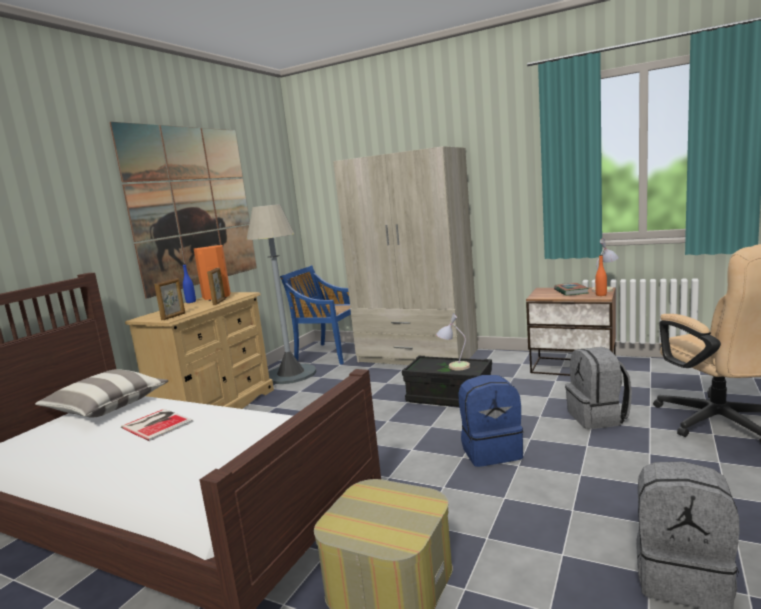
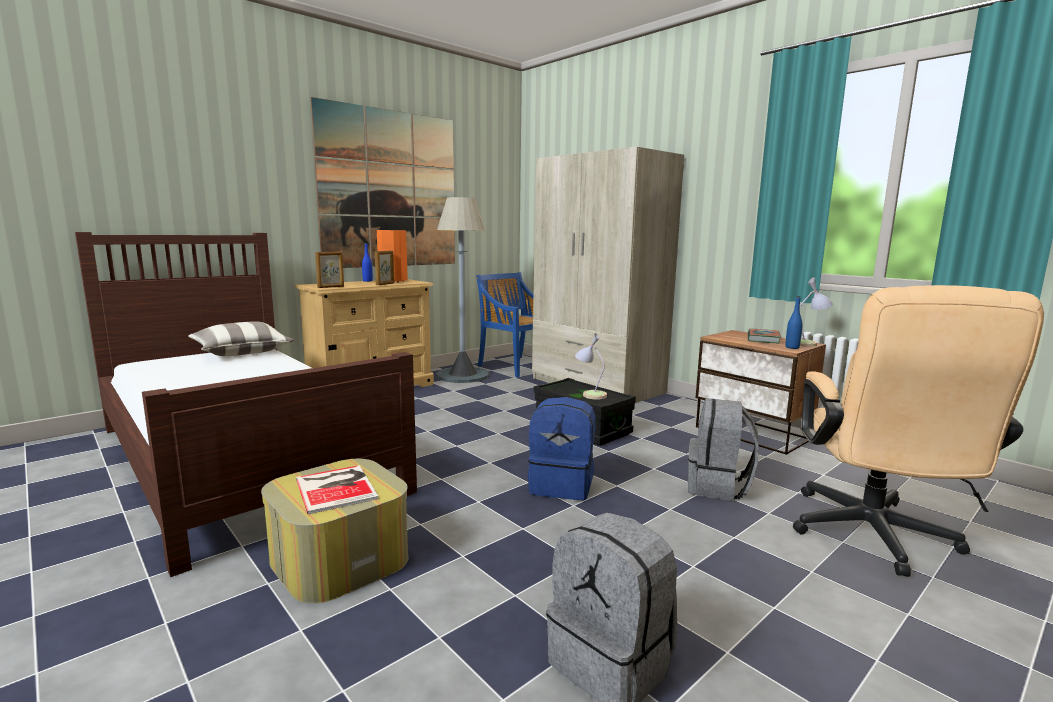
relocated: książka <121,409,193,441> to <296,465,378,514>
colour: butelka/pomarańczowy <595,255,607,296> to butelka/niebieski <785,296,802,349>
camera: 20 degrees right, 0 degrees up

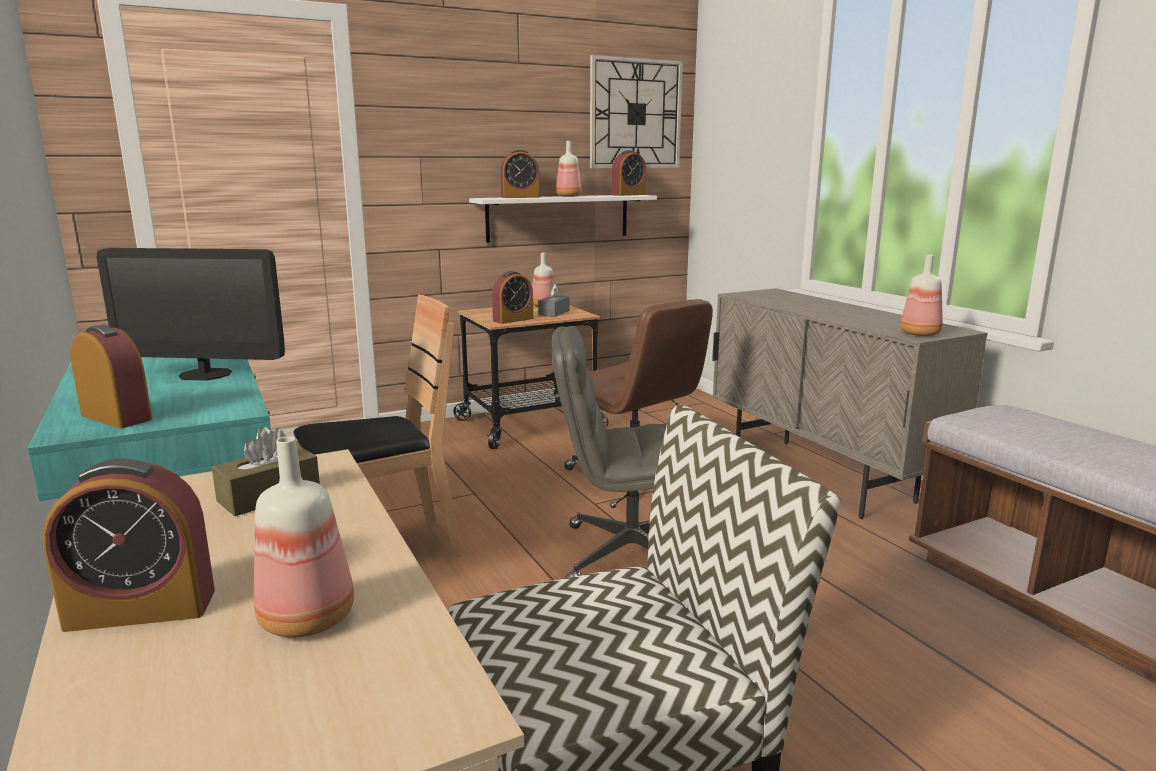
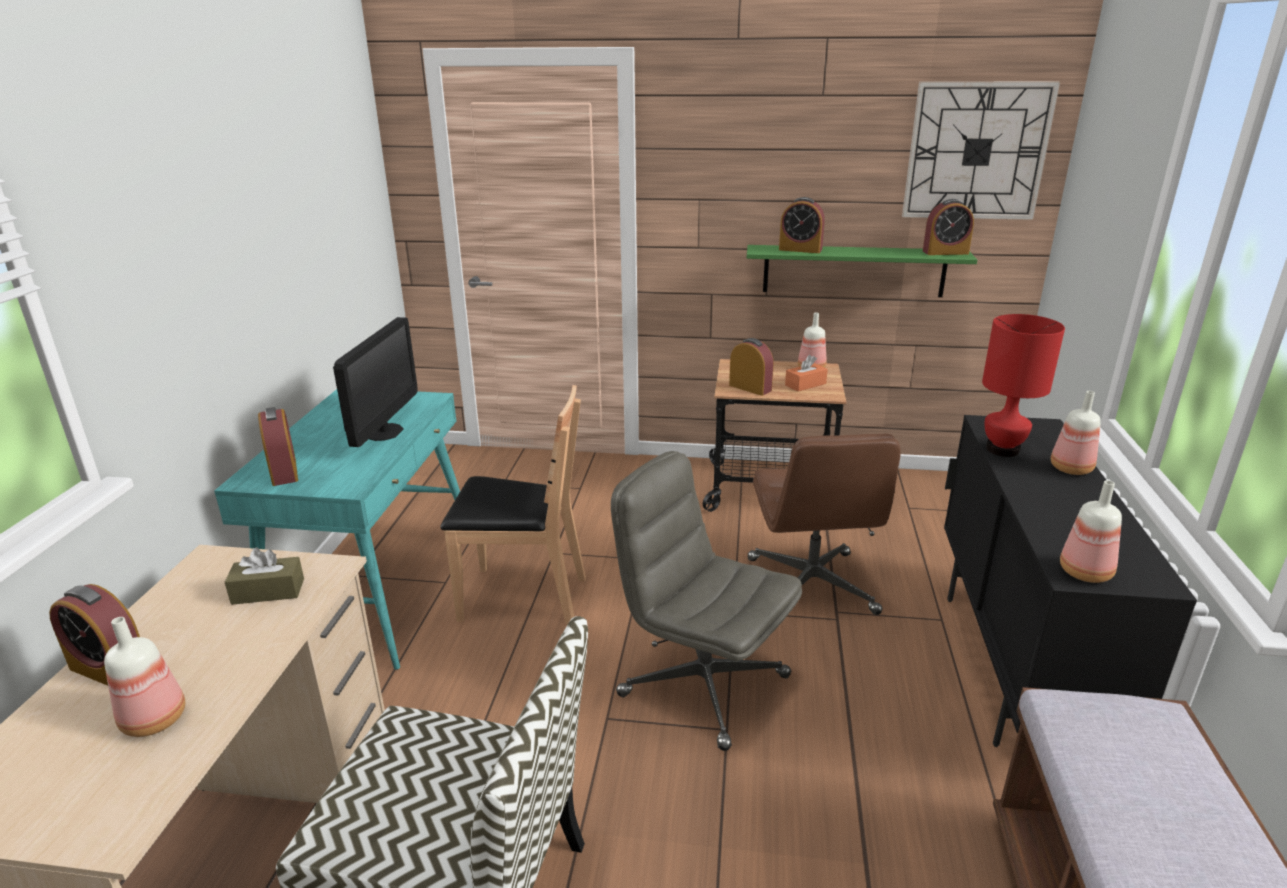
appeared: lampa stołowa/czerwony <982,314,1065,457>
relocated: butelka <556,141,582,197> to <1051,391,1101,475>
colour: półka/biały <469,195,657,243> to półka/zielony <747,245,977,297>; pudełko chusteczek/szary <538,284,569,317> to pudełko chusteczek/pomarańczowy <785,355,828,391>; szafka/beżowy <712,288,988,519> to szafka/czarny <944,415,1197,747>
spun: monitor <97,248,285,380> = <333,317,418,447> 120 degrees counterclockwise; budzik <492,271,533,324> = <729,338,774,396> 135 degrees counterclockwise
camera: 35 degrees right, 10 degrees up

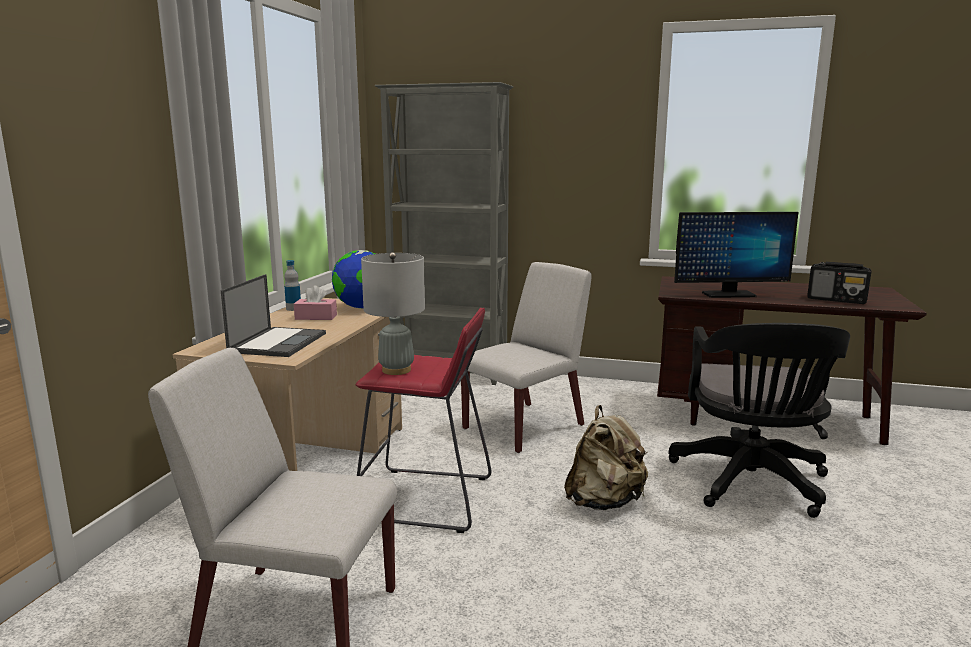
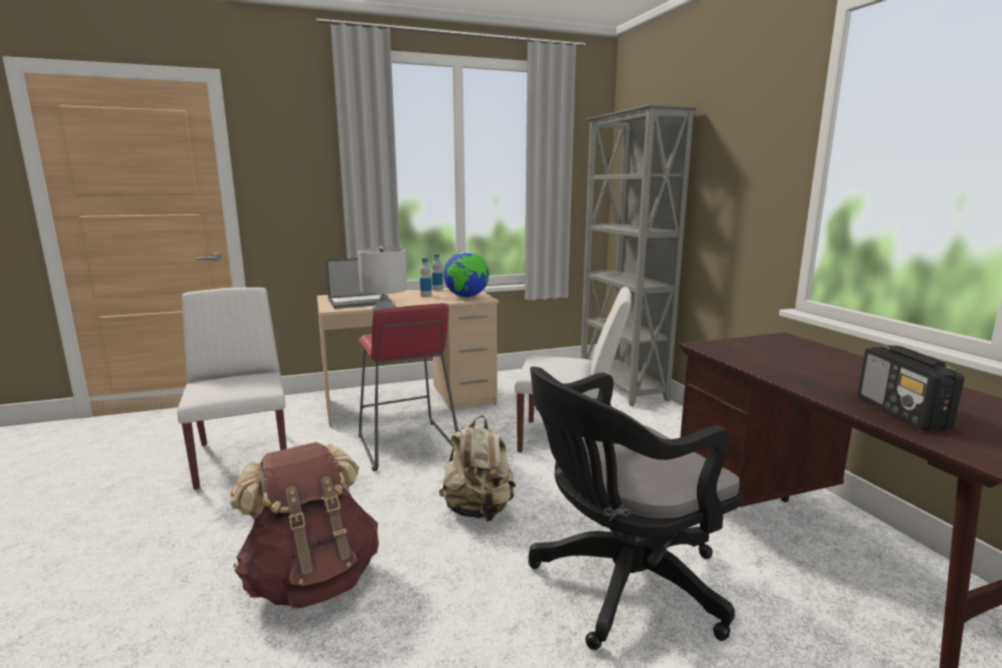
missing: monitor <674,212,798,298>
appeared: plecak/brązowy <230,442,379,609>
exchanged: pudełko chusteczek/różowy <294,285,337,320> to butelka <420,258,432,297>
camera: 55 degrees right, 0 degrees up

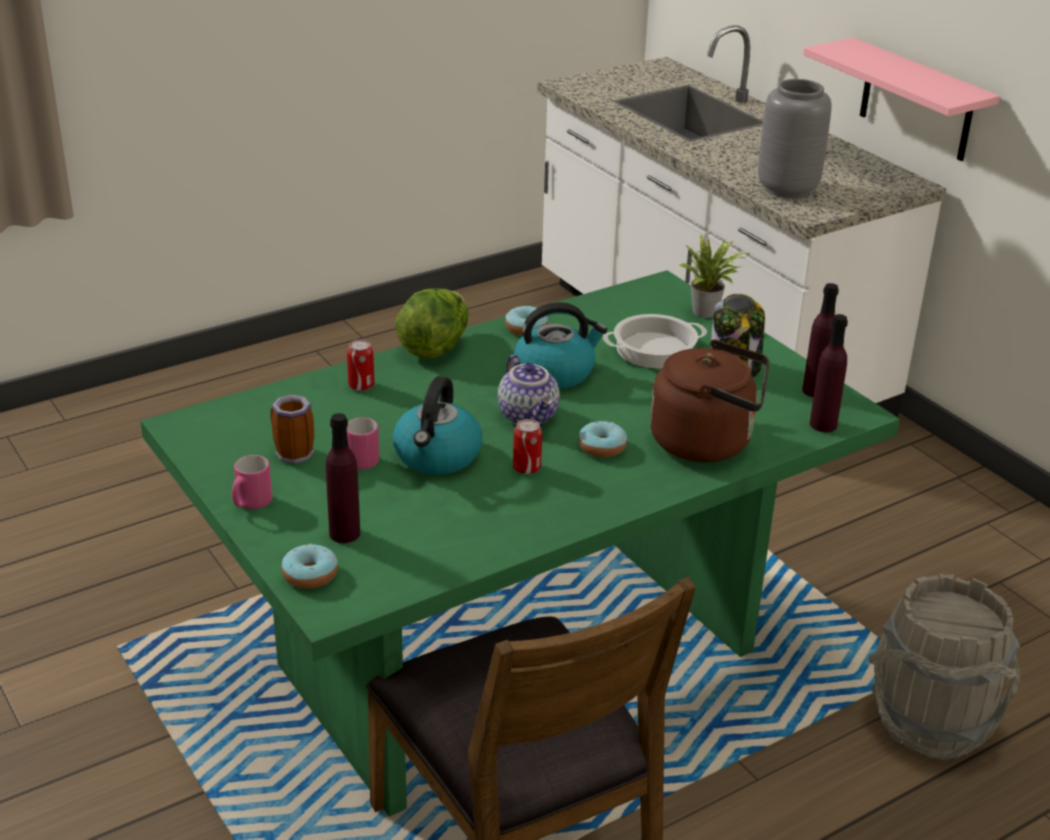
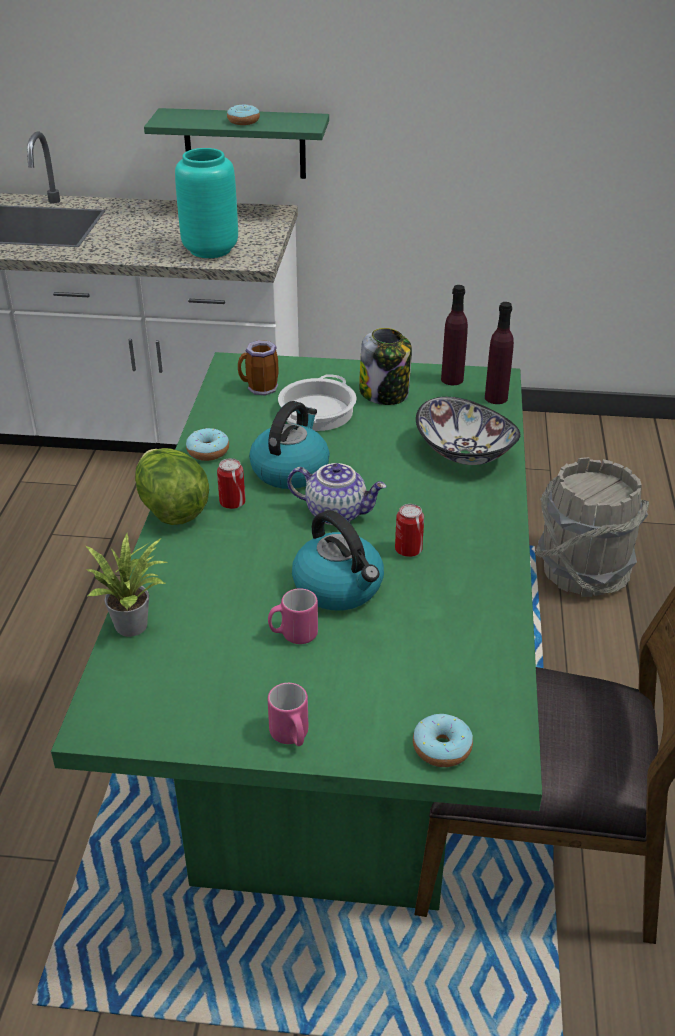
missing: butelka/fioletowy <326,413,360,543>
relocated: kubek <270,394,315,464> to <238,340,279,396>; puszka <347,339,375,391> to <217,458,245,509>; donut <578,421,627,458> to <227,105,260,125>; roślina doniczkowa <678,235,747,318> to <86,534,169,637>
exchanged: czajnik/brązowy <650,339,769,463> to miska <416,397,520,465>
colour: wazon/szary <758,79,832,198> to wazon/turkusowy <175,148,238,258>; półka/różowy <803,37,1000,161> to półka/zielony <144,108,329,179>
camera: 50 degrees left, 5 degrees up

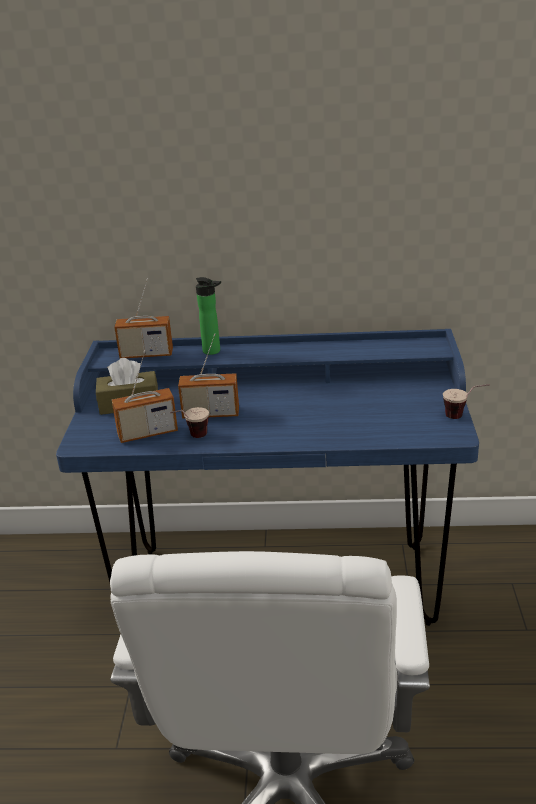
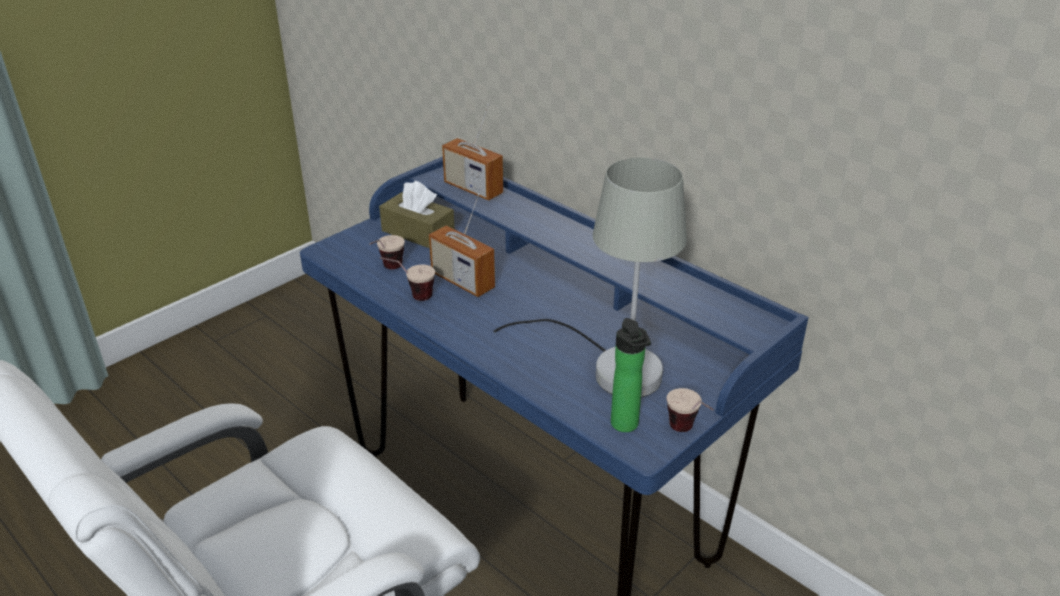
appeared: lampa stołowa/szary <493,157,687,397>
relocated: butelka <196,277,221,355> to <611,318,651,432>
exchanged: radio <112,350,178,443> to filiżanka <369,235,405,269>
camera: 40 degrees right, 5 degrees up

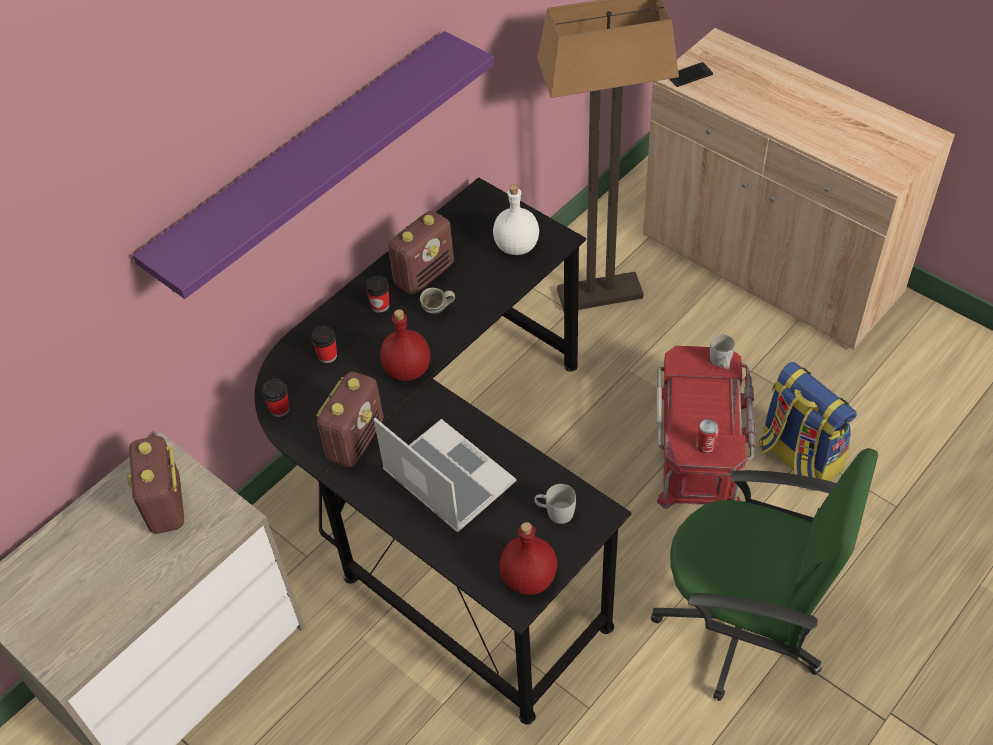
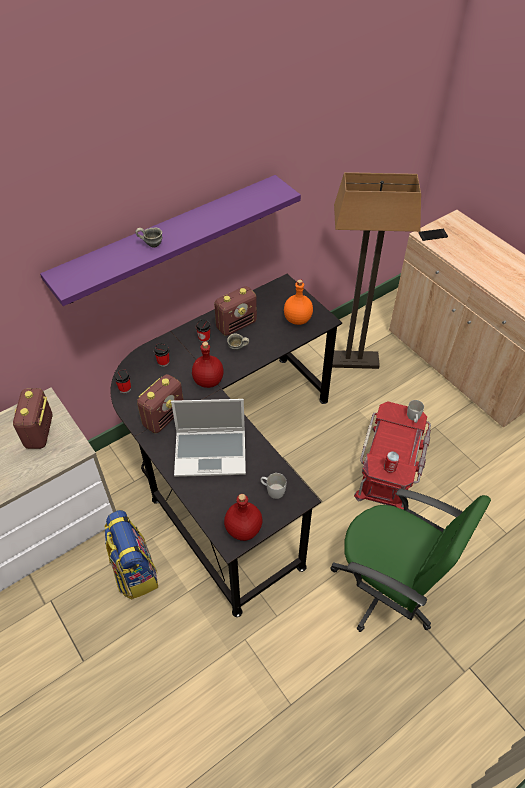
appeared: kubek/szary <135,228,162,247>
relocated: plecak <759,362,857,491> to <104,510,158,600>
colour: butelka/biały <493,185,539,255> to butelka/pomarańczowy <284,279,313,325>
spun: laptop <374,418,516,533> = <171,399,246,477> 120 degrees clockwise
camera: 10 degrees right, 0 degrees up

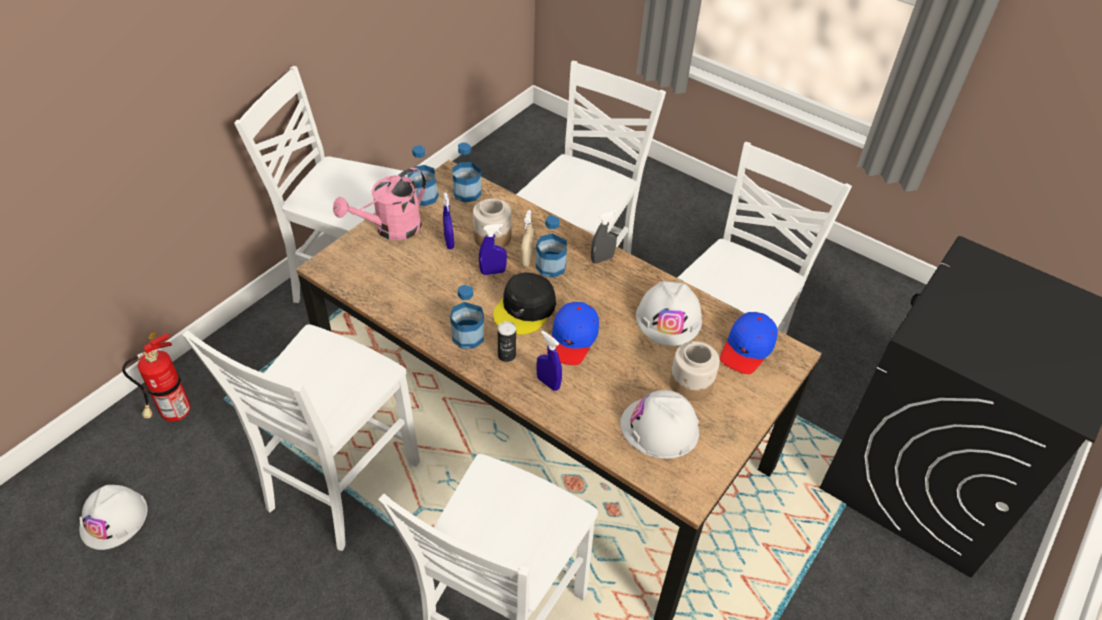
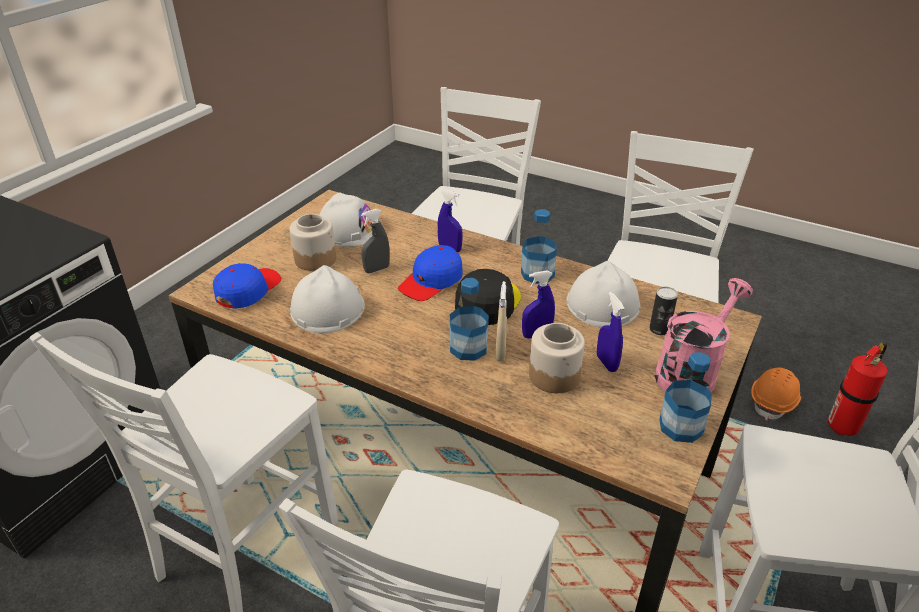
missing: butelka <453,142,481,202>
appeared: kask/pomarańczowy <751,367,801,420>
relocated: kask/biały <79,485,148,550> to <566,261,640,327>; puszka <498,321,516,362> to <650,287,678,335>; spryskiwacz/szary <591,210,617,264> to <361,209,390,273>
spun: czapka z daszkiem/niebieski <547,302,599,365> = <398,245,463,301> 150 degrees counterclockwise
camera: 175 degrees right, 10 degrees down

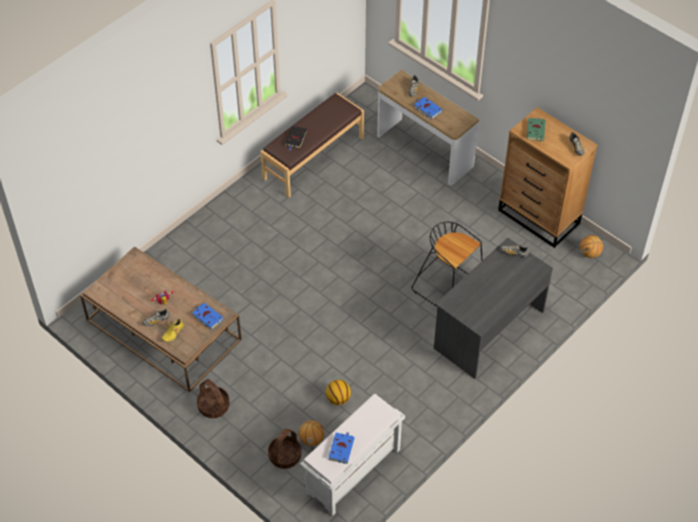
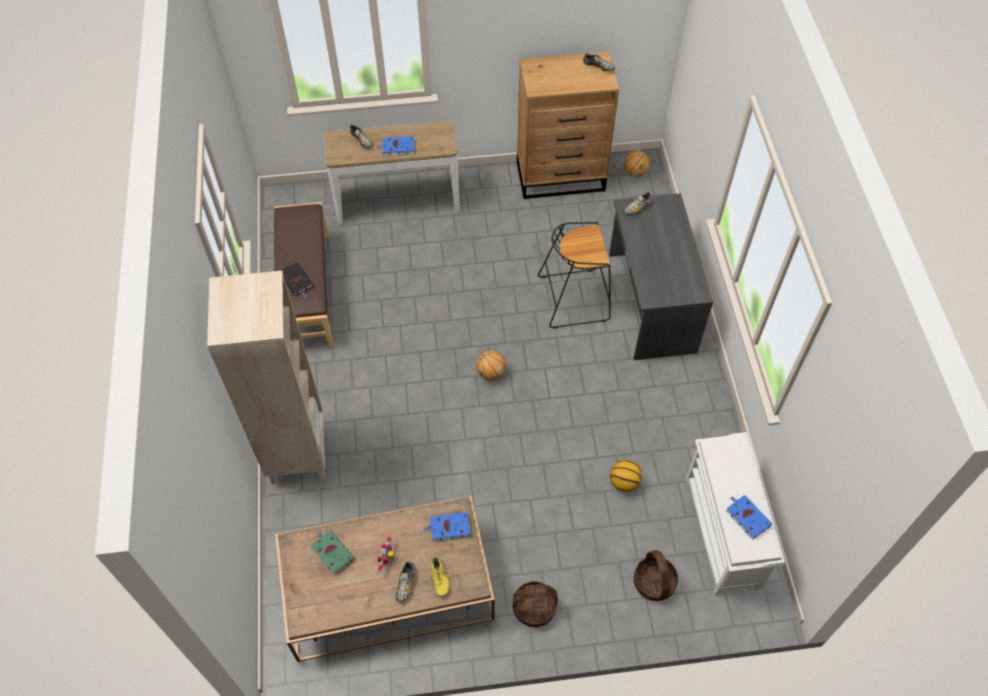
appeared: regał/beżowy <207,271,325,484>
relocated: piłka do koszykówki <299,420,324,446> to <476,350,506,380>; książka/zielony <527,118,545,141> to <311,530,355,575>
camera: 50 degrees left, 5 degrees up

